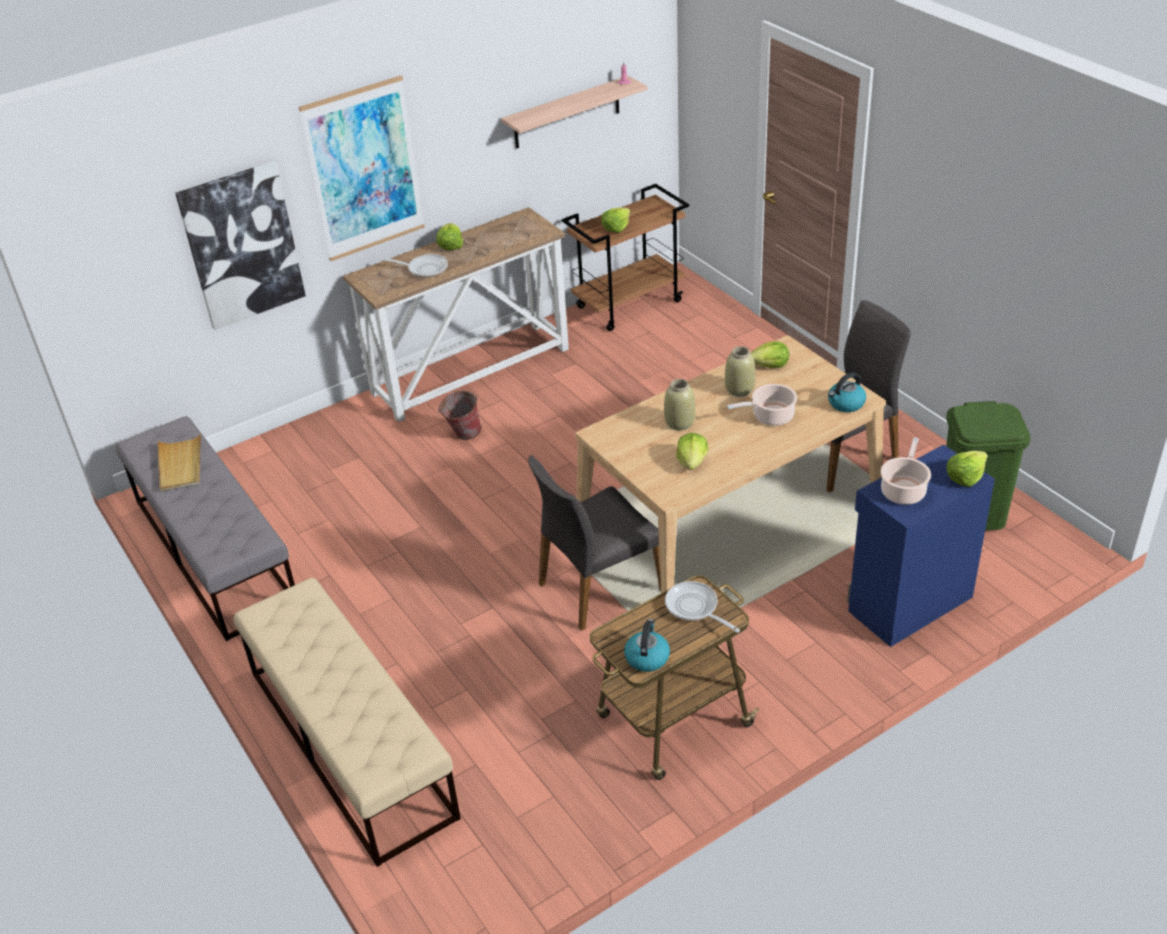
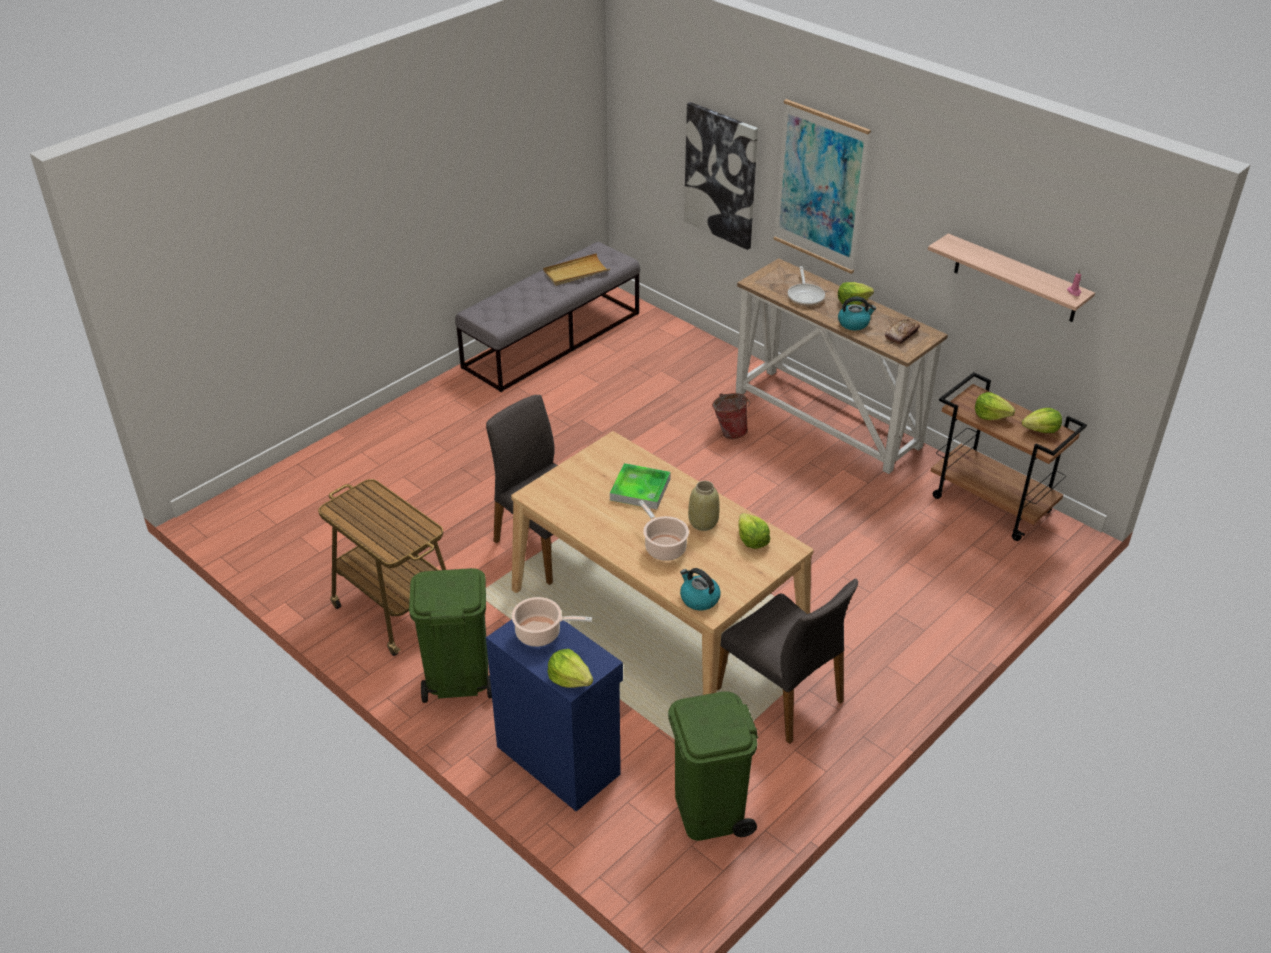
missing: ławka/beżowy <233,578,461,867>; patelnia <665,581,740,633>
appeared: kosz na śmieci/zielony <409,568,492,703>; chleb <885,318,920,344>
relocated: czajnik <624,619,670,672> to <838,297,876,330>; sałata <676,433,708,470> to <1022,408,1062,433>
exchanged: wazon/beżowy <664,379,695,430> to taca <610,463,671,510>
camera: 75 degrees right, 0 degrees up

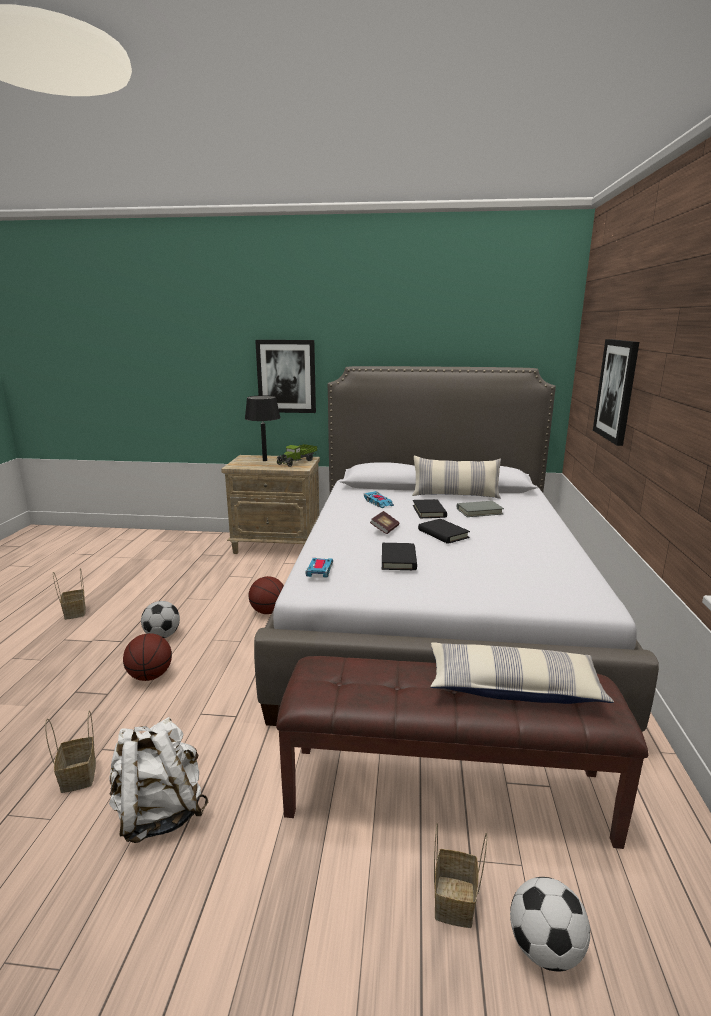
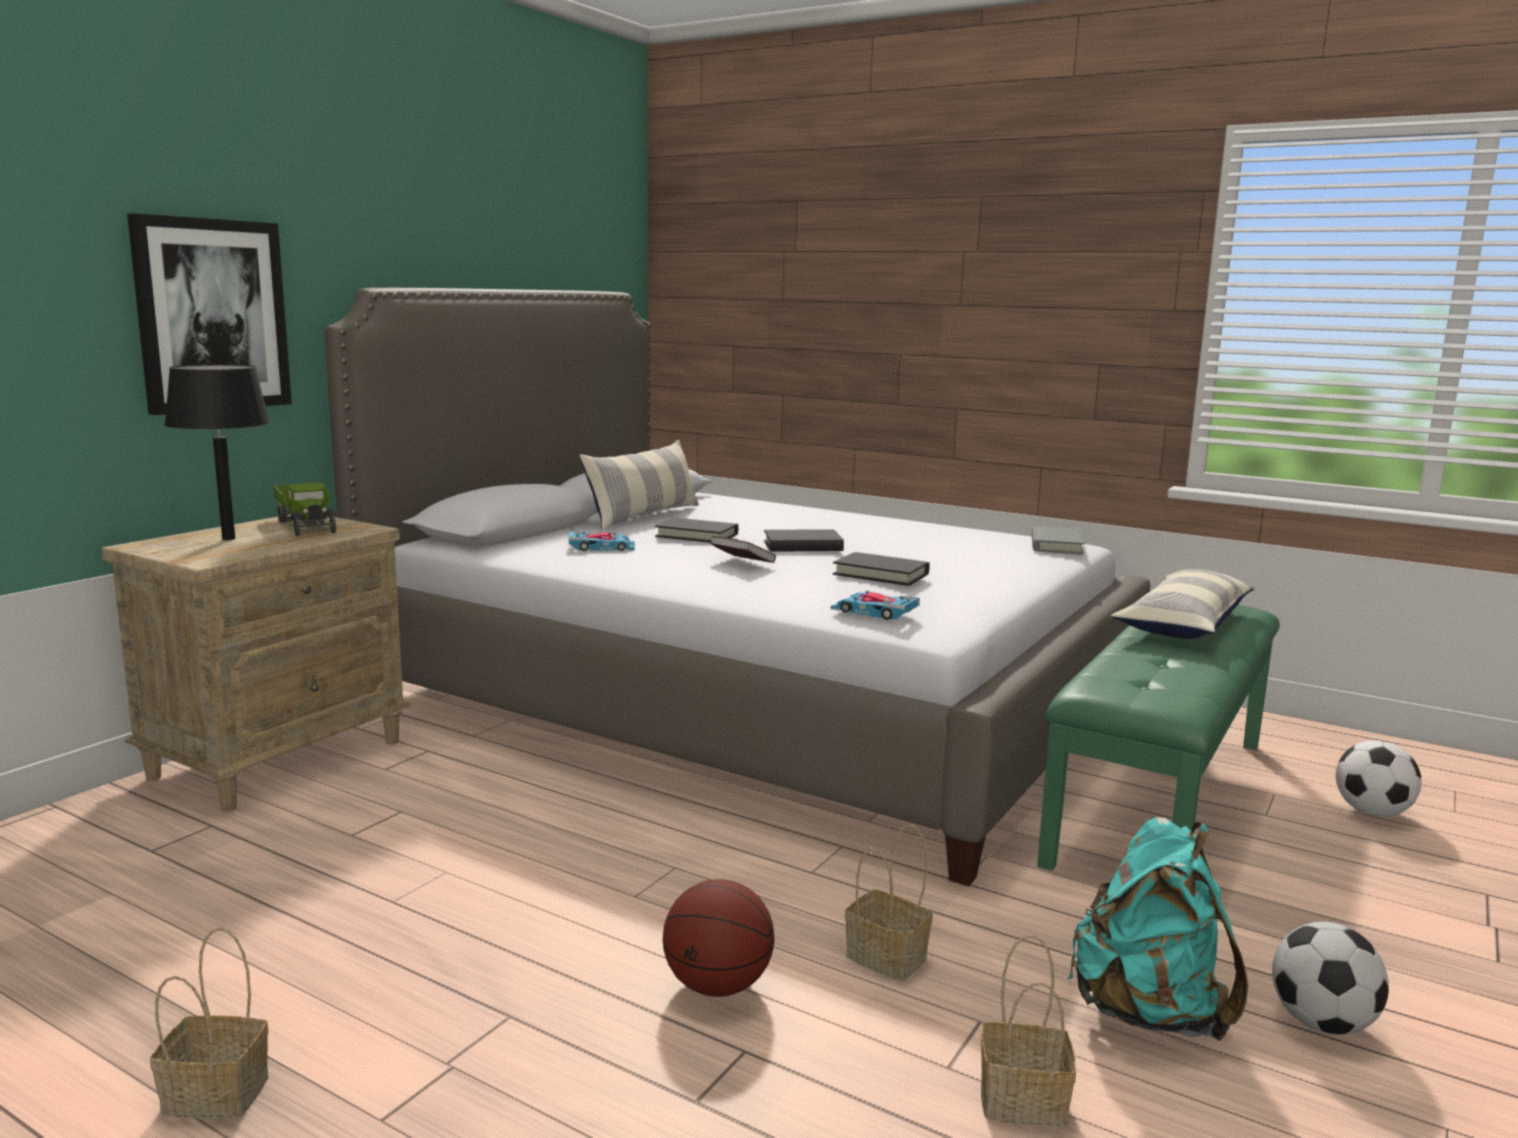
missing: piłka do koszykówki <248,576,284,614>; obraz <593,339,639,446>
relocated: piłka futbolowa <141,601,180,638> to <1272,922,1389,1035>; koszyk <434,823,487,928> to <845,824,933,981>; książka/szary <457,501,504,517> to <1032,526,1085,555>
colour: plecak/biały <109,717,208,843> to plecak/turkusowy <1068,817,1248,1041>; ławka/brązowy <276,656,648,849> to ławka/zielony <1037,605,1280,871>
camera: 65 degrees left, 5 degrees down

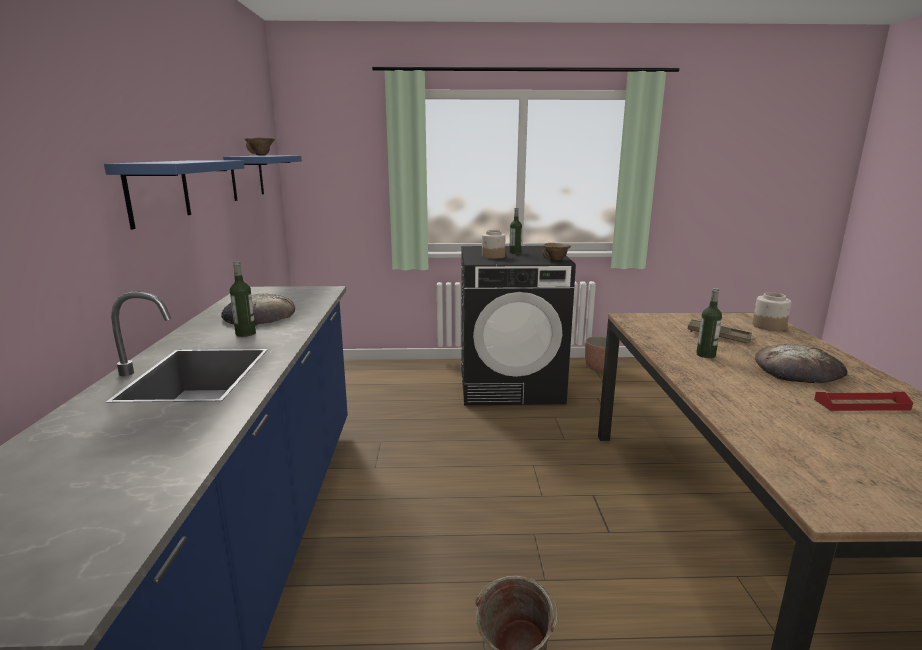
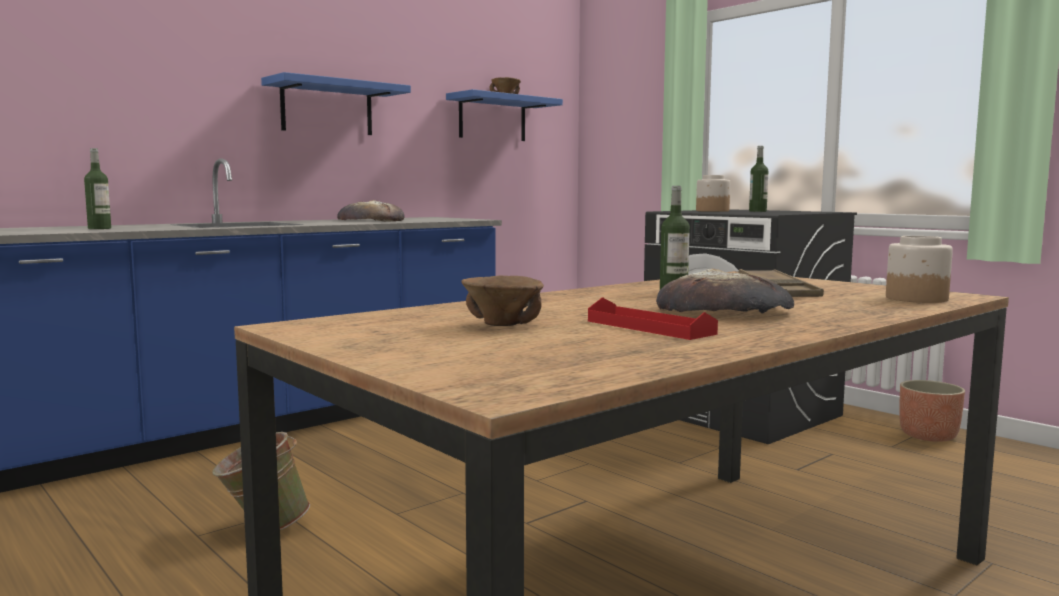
relocated: butelka <230,261,256,337> to <84,148,111,229>; miska/brązowy <542,243,571,261> to <461,276,544,326>
camera: 50 degrees right, 10 degrees down

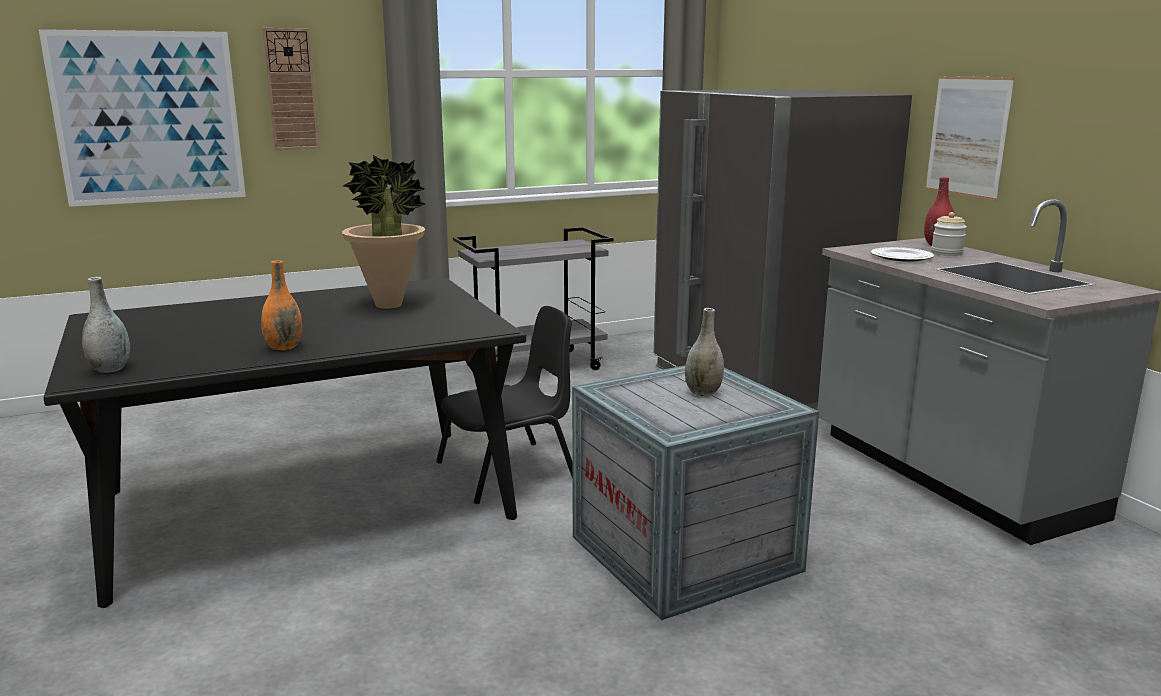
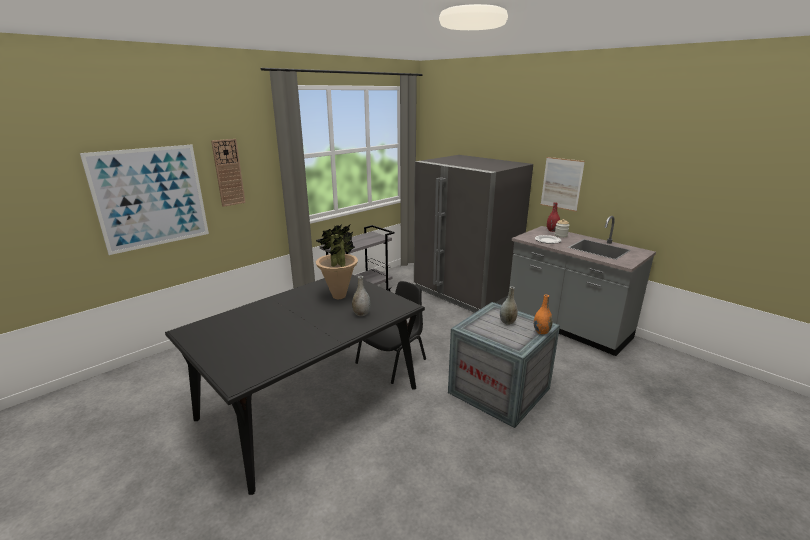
relocated: wazon/szary <82,277,130,373> to <352,276,370,316>; wazon/pomarańczowy <261,261,302,350> to <534,295,553,334>
camera: 20 degrees left, 5 degrees up

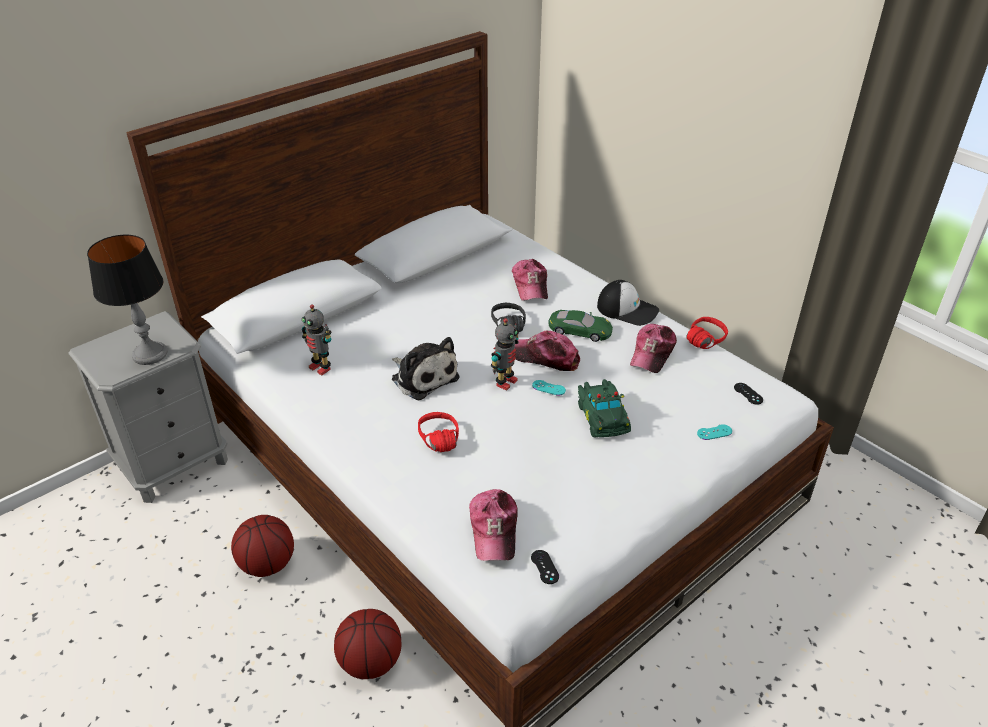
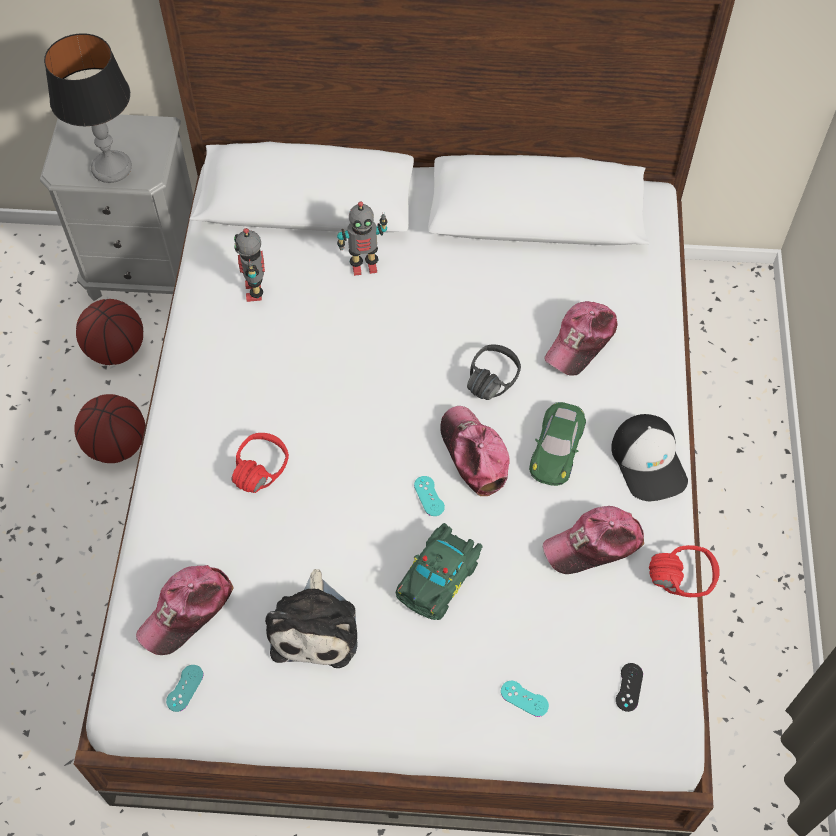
relocated: piłka do koszykówki <334,609,401,679> to <76,299,143,365>; pluszak <392,337,459,400> to <265,569,358,668>; robot zabawkowy <491,318,519,391> to <337,201,387,276>
colour: pad do gier/czarny <531,550,559,584> to pad do gier/turkusowy <166,665,204,712>
spun: samochodzik/zielony <549,310,613,342> = <529,402,586,486> 45 degrees clockwise
camera: 45 degrees right, 20 degrees up

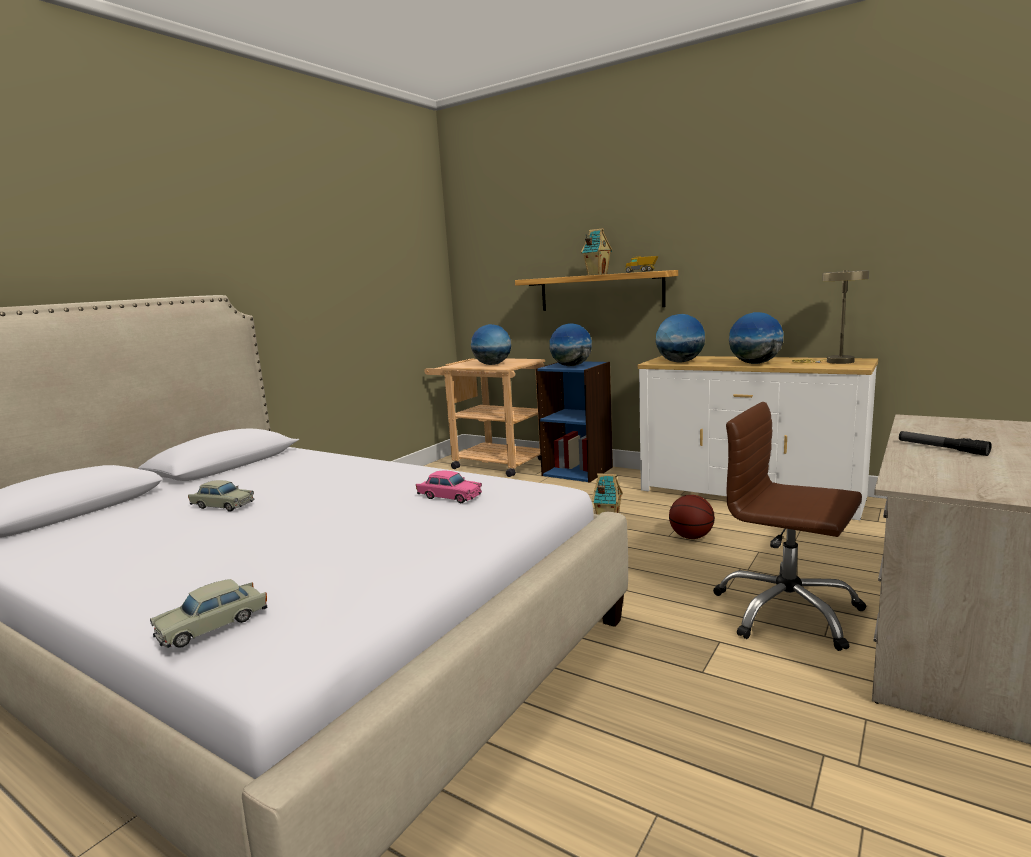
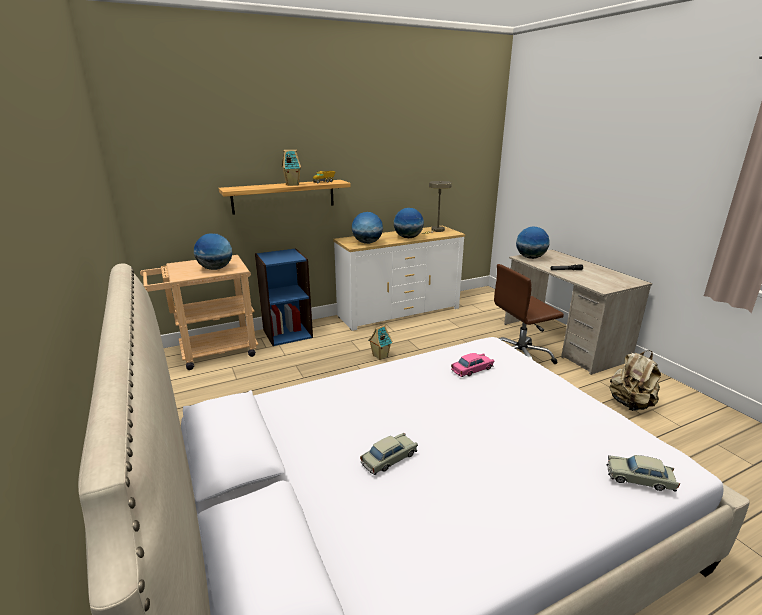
missing: piłka do koszykówki <669,495,715,539>
appeared: plecak/beżowy <609,351,661,411>
relocated: globus <549,323,592,366> to <516,226,550,259>
spun: samochodzik/beżowy <150,579,267,648> = <606,455,680,492> 120 degrees clockwise
camera: 60 degrees left, 10 degrees up

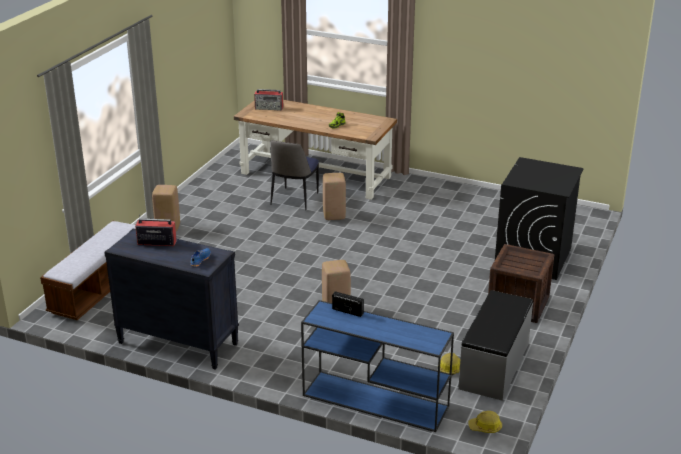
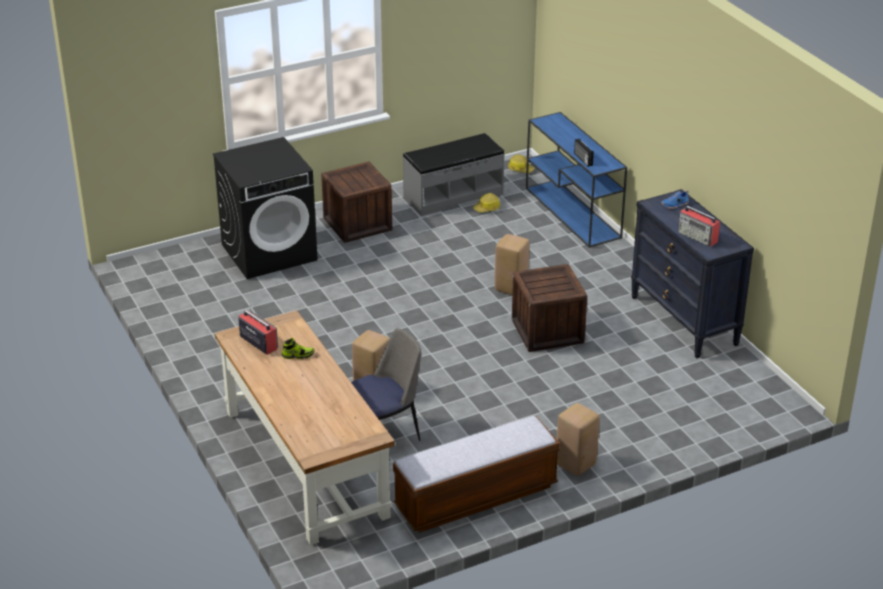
appeared: skrzynka <512,264,587,352>
relocated: ławka <40,221,136,320> to <393,416,560,533>; radio <254,89,284,110> to <238,305,278,355>
camera: 140 degrees left, 5 degrees up

